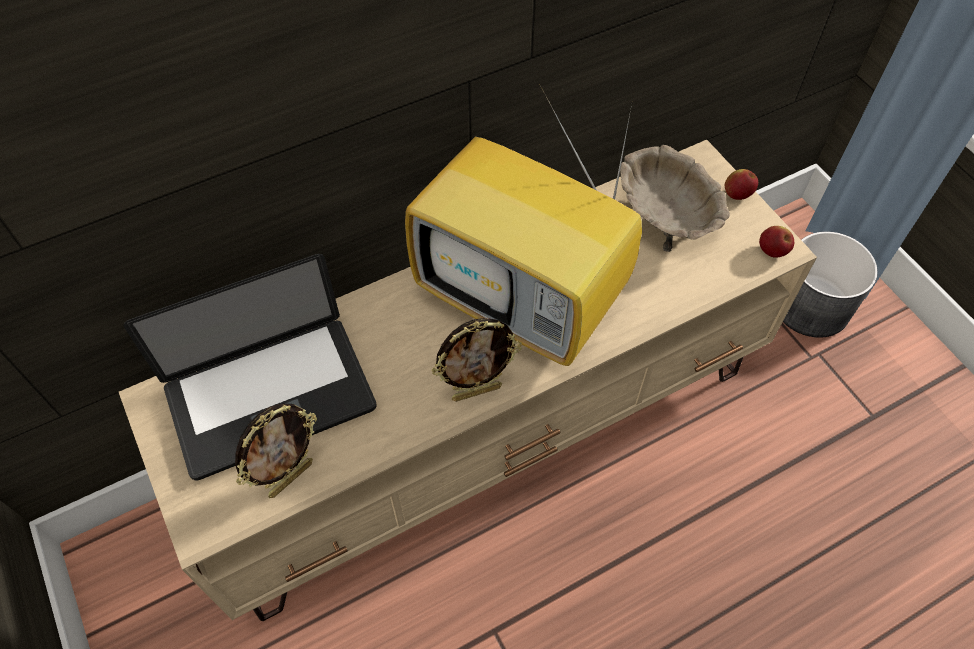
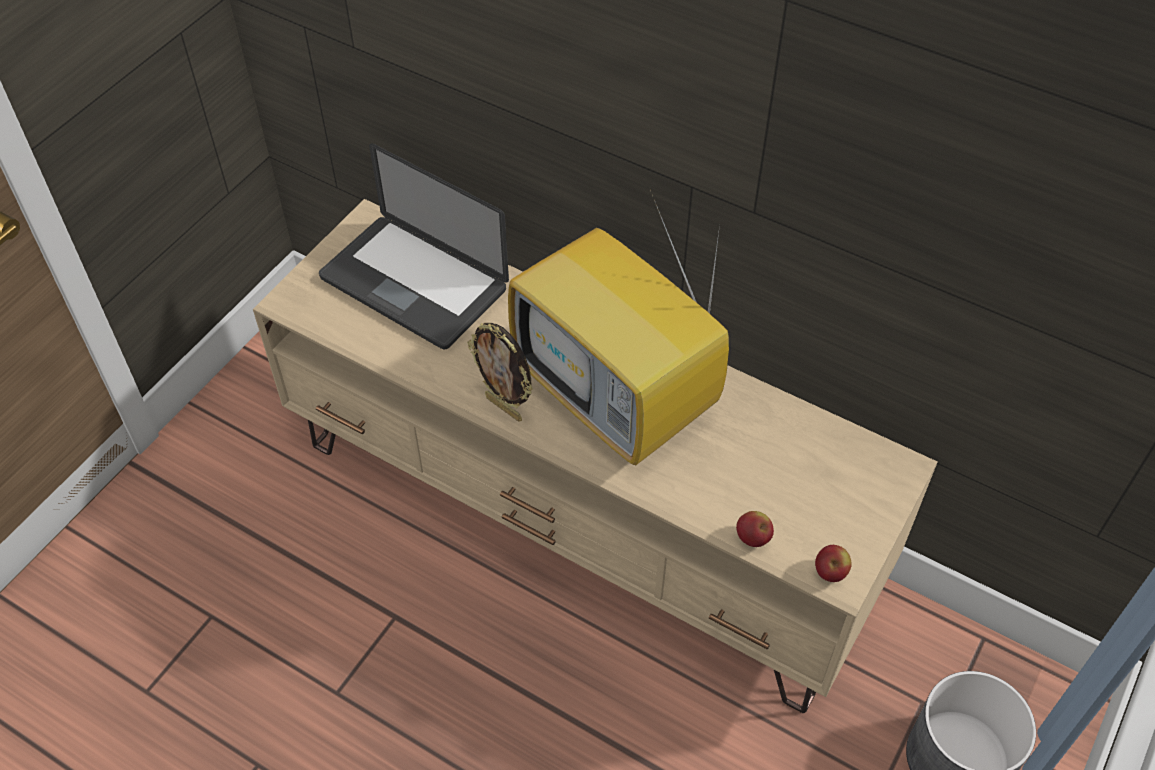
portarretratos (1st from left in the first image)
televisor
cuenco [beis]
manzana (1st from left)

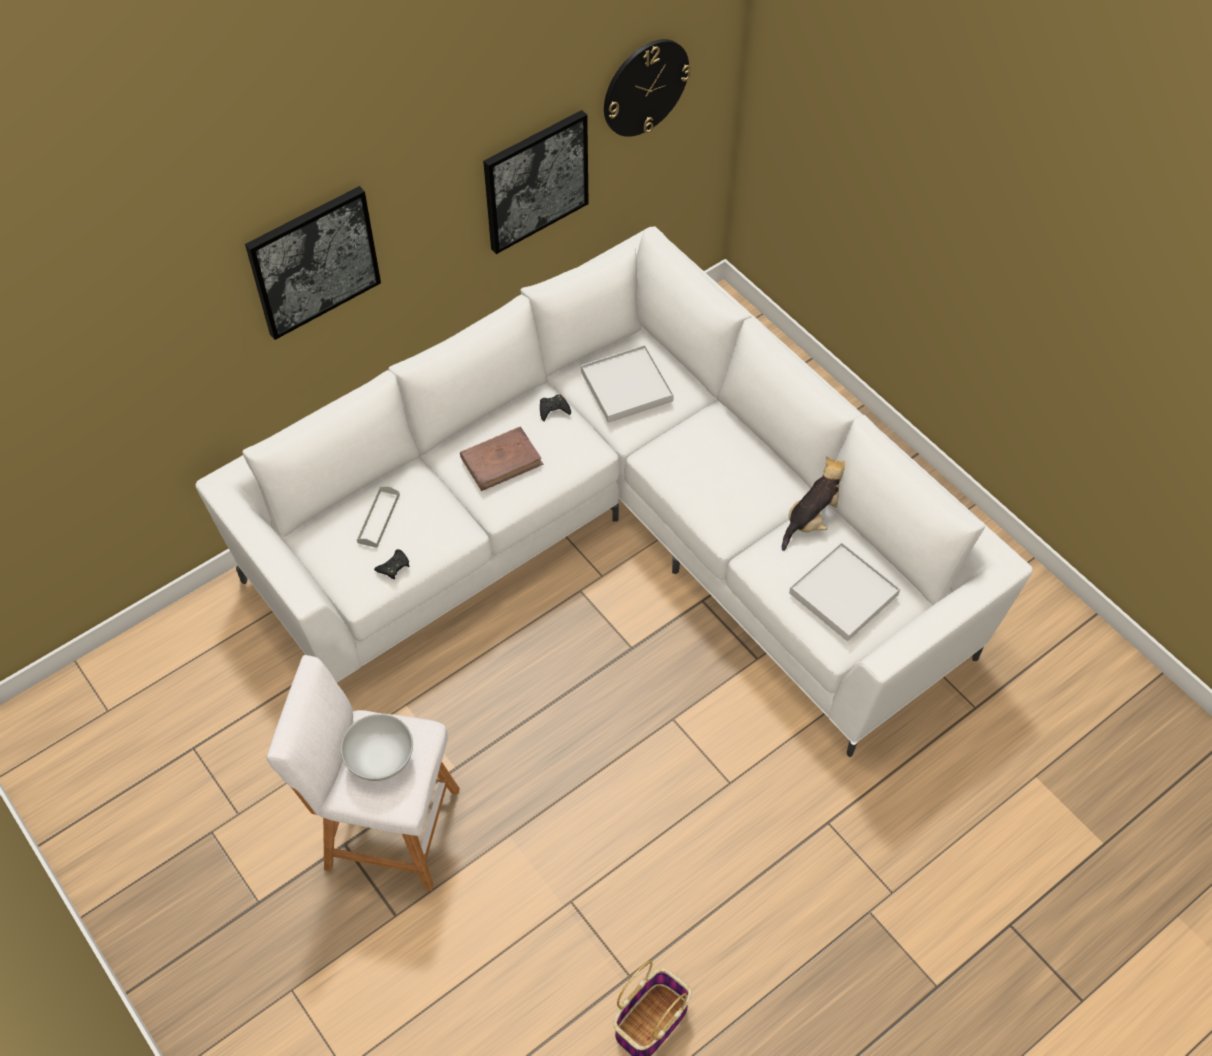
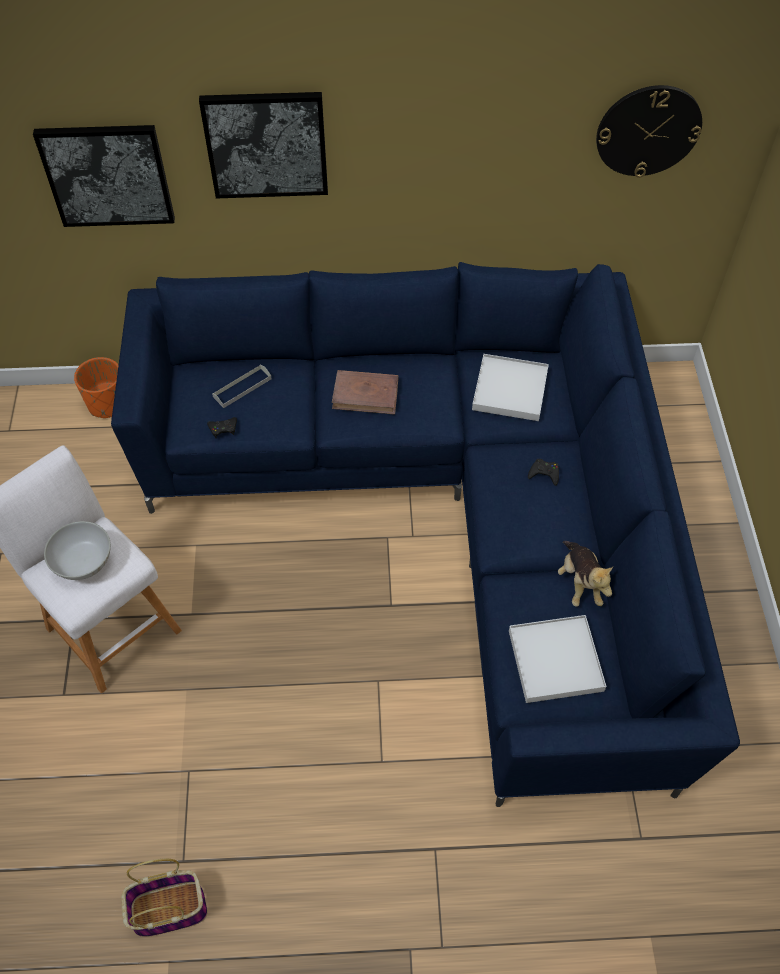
sofá [azul]
cuadro (1st from left)
mando de consola [negro] (2nd from left)
peluche
maceta [naranja]

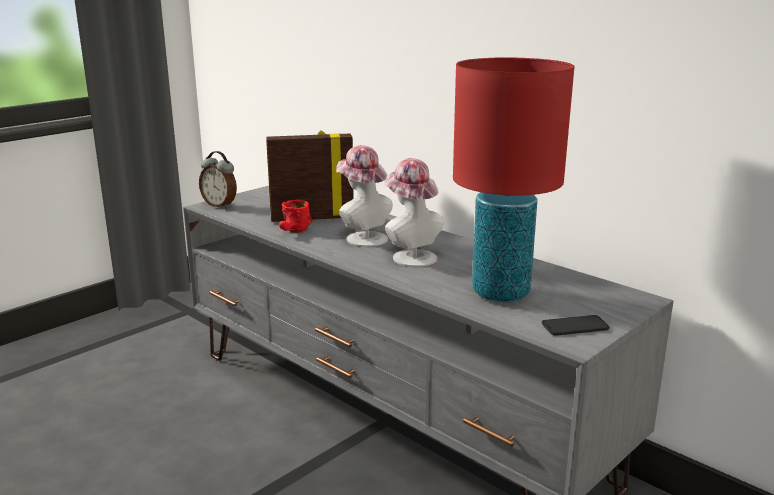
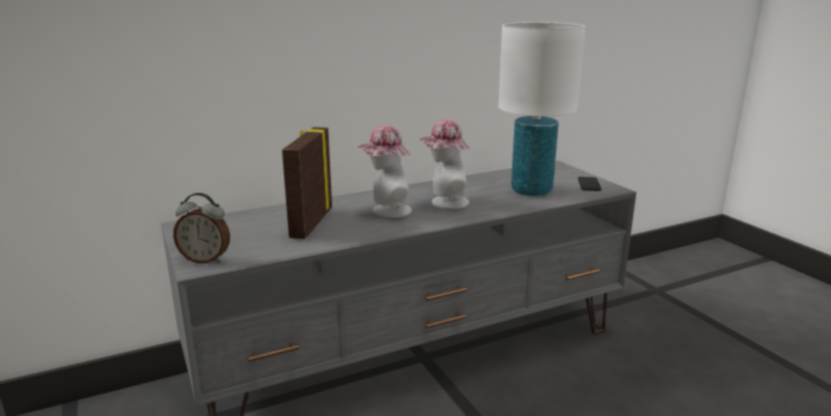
despertador
taza grande [rojo]
lámpara de mesa [blanco]

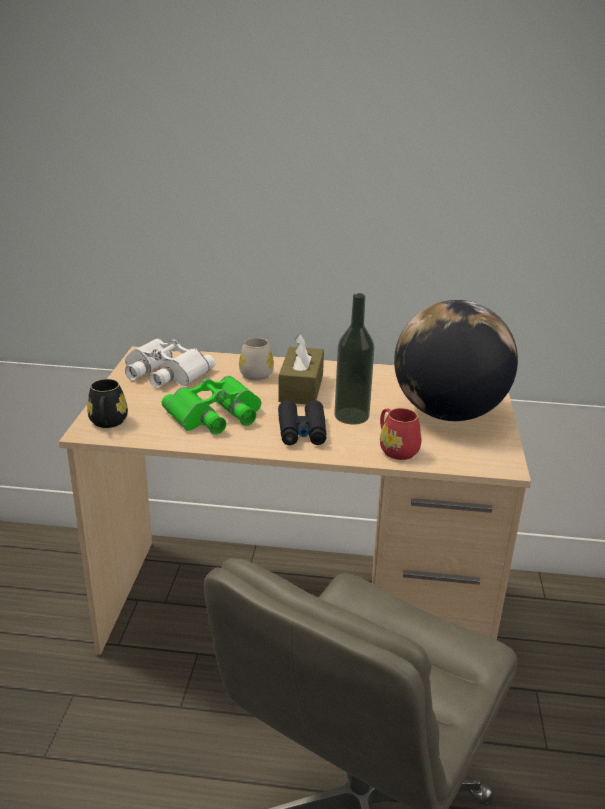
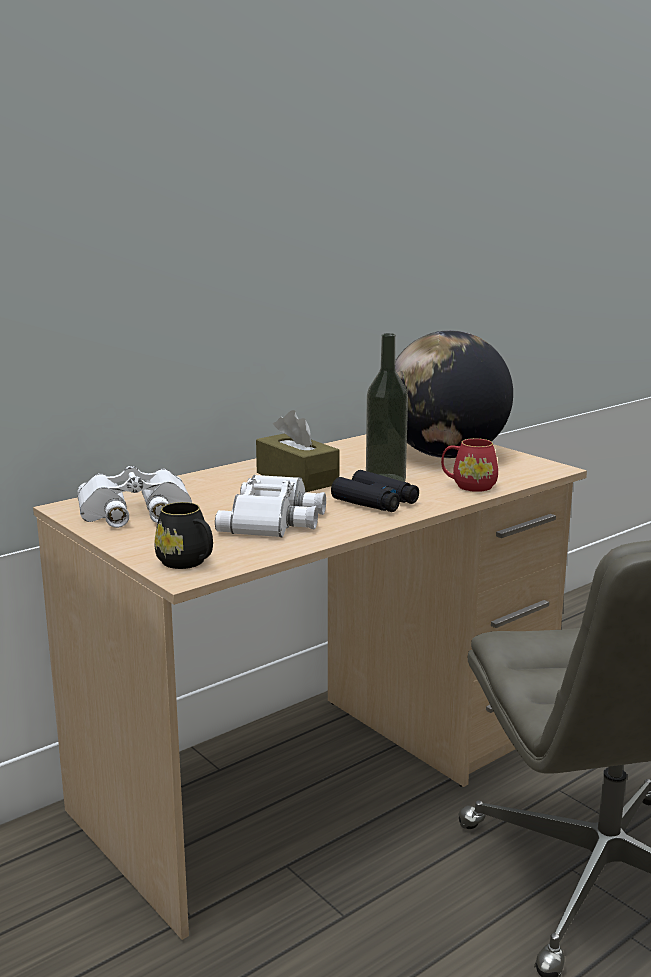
prismáticos [blanco] (2nd from left)
taza grande [blanco]

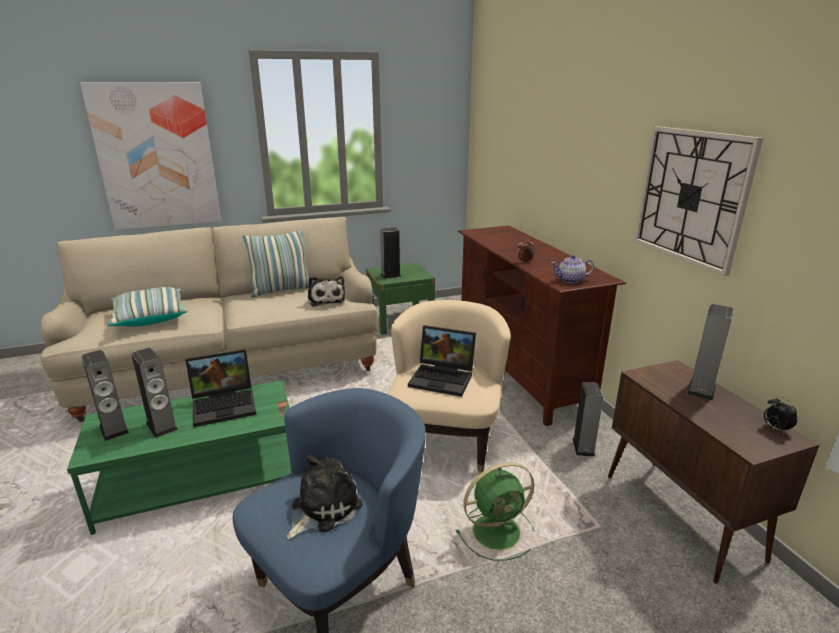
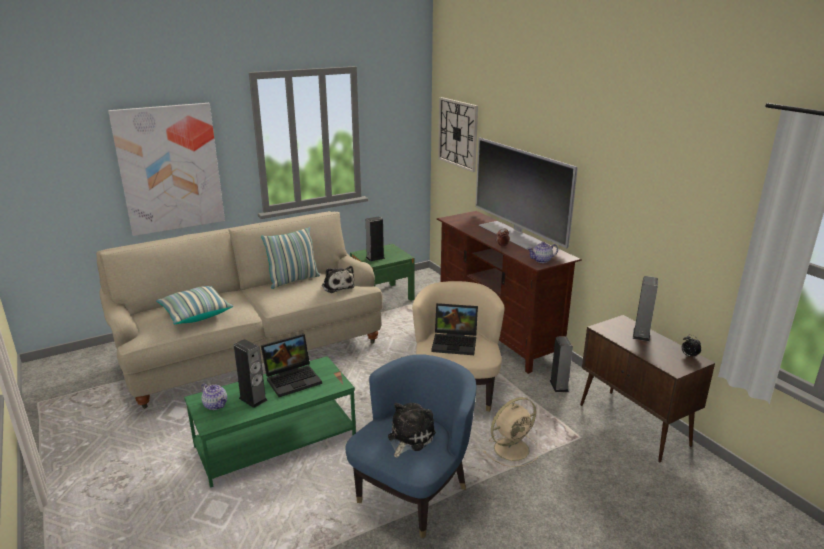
tetera (1st from left)
ventilador [beis]
reloj de pared
televisor

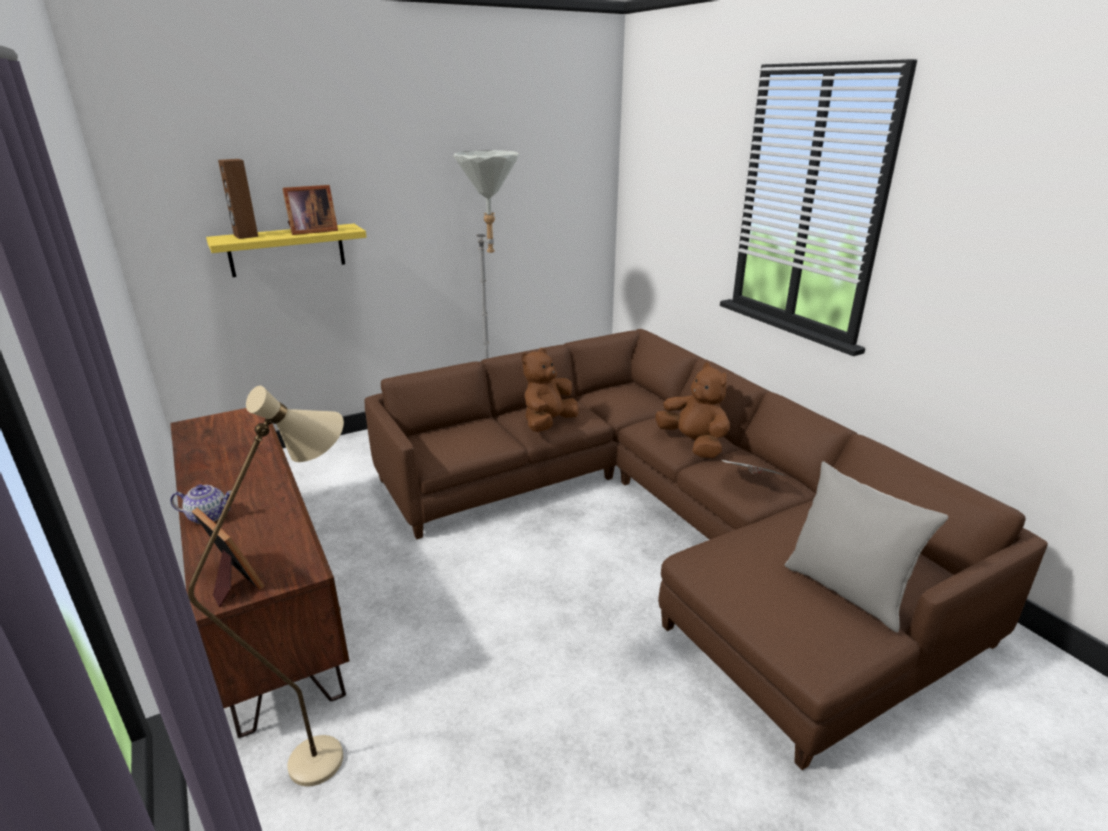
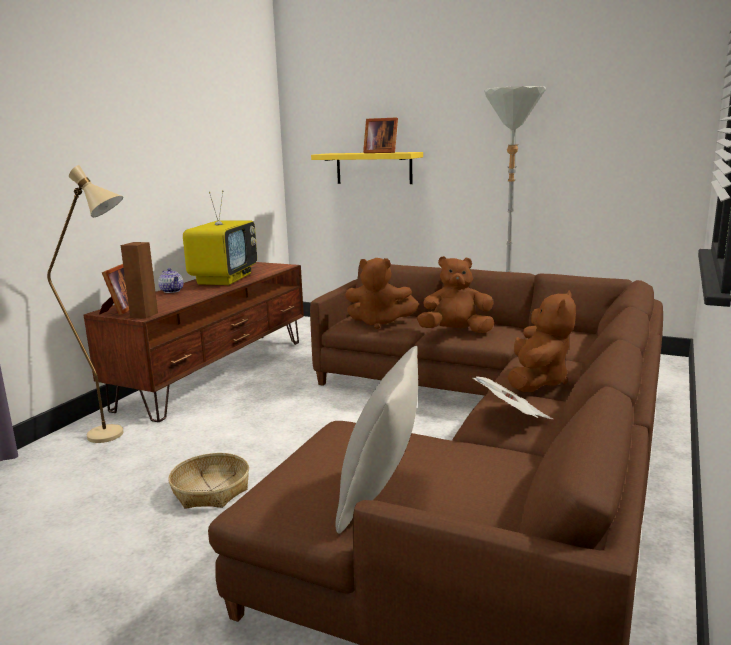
altavoz [marrón]
cesta
televisor
peluche [marrón] (1st from left)

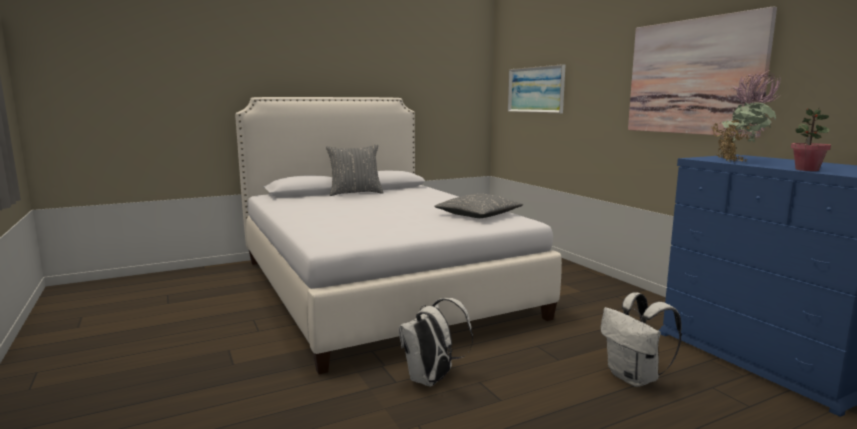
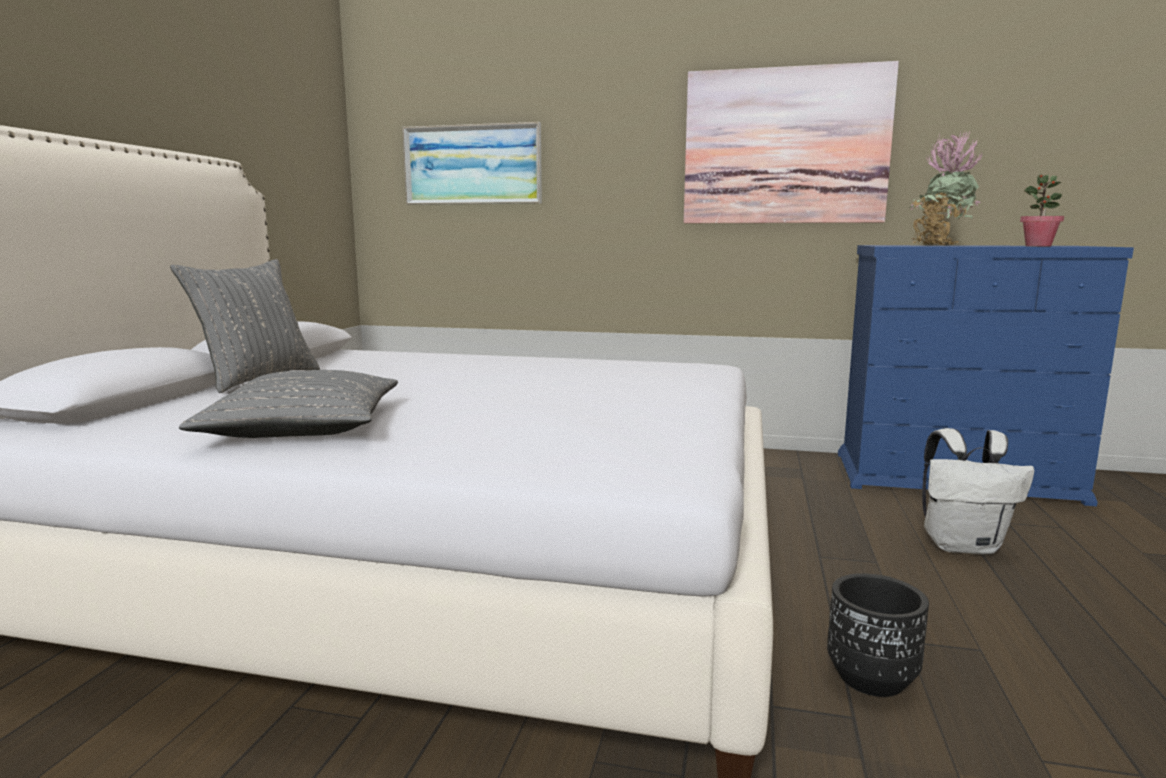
maceta [negro]
cojín [gris] (2nd from left)

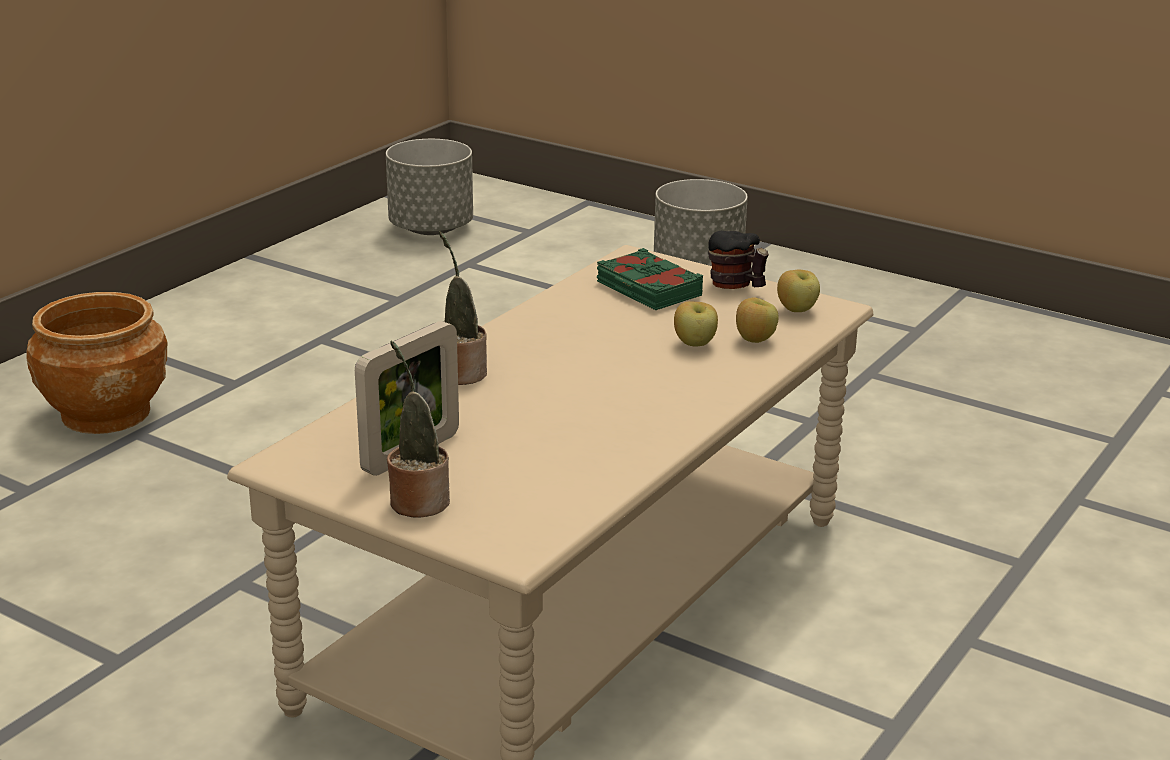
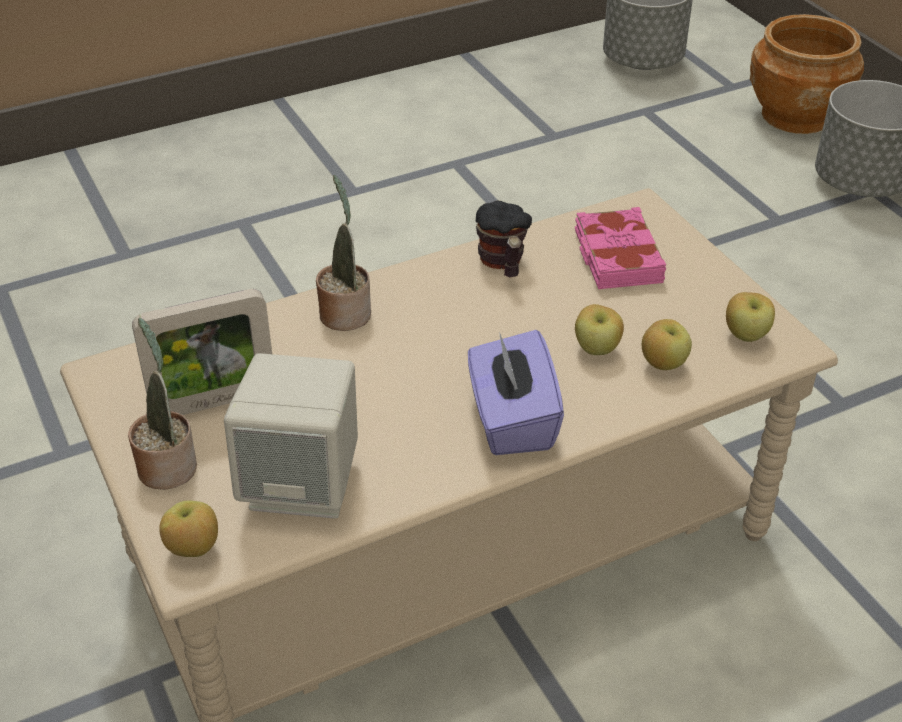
maceta [marrón]
libro [rosa]
taza grande
manzana (1st from left)
altavoz [beis]
caja de pañuelos [morado]

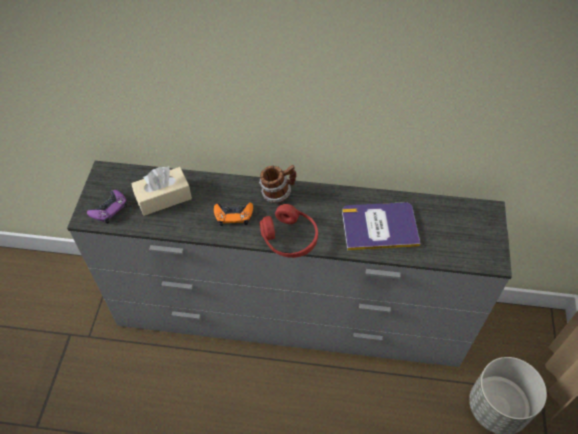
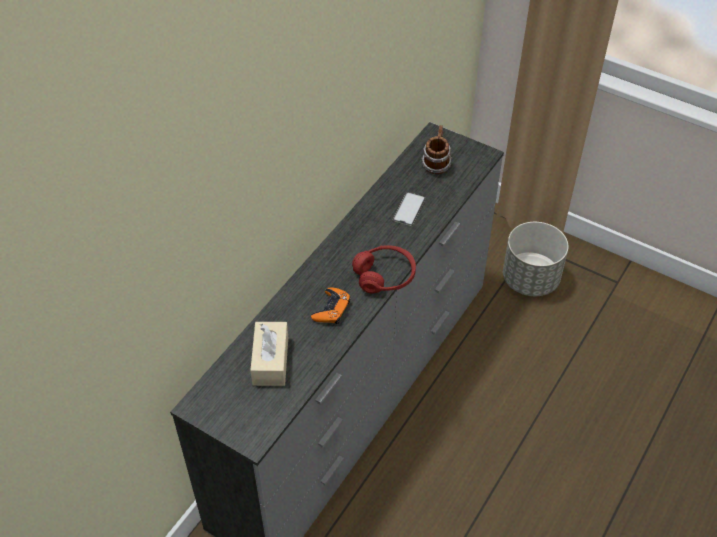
mando de consola [morado]
taza grande
móvil

